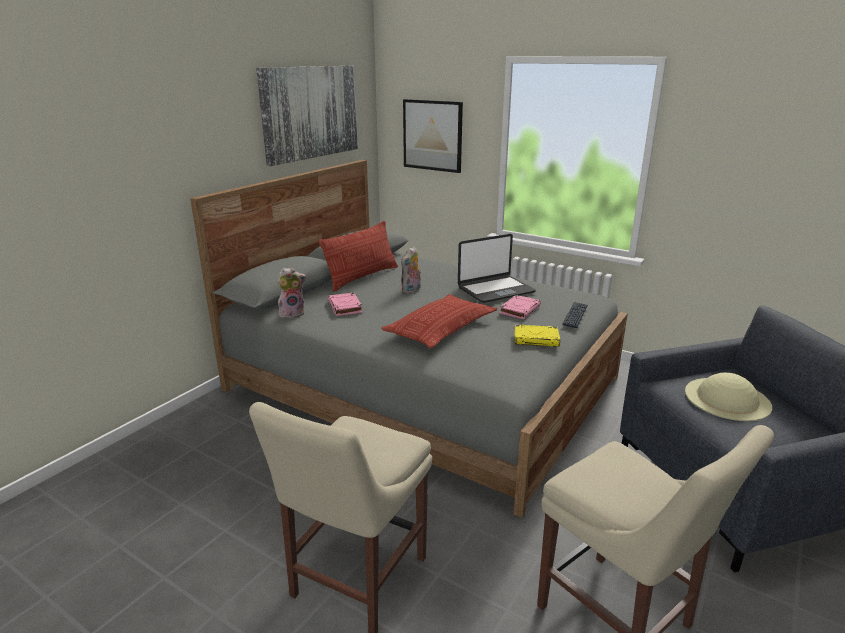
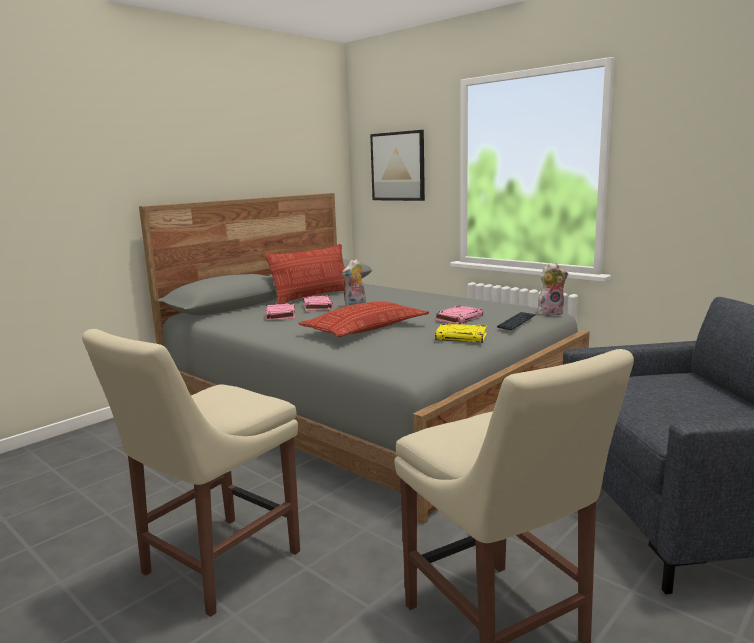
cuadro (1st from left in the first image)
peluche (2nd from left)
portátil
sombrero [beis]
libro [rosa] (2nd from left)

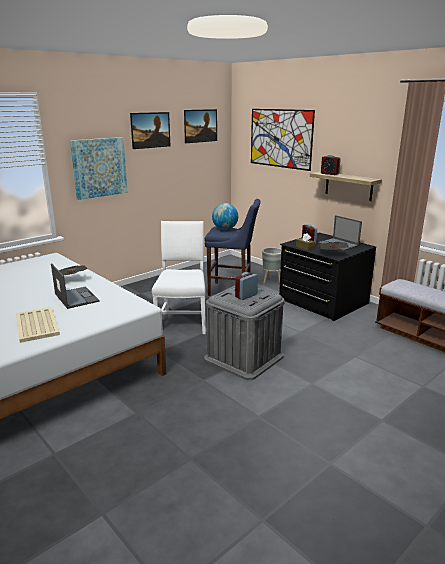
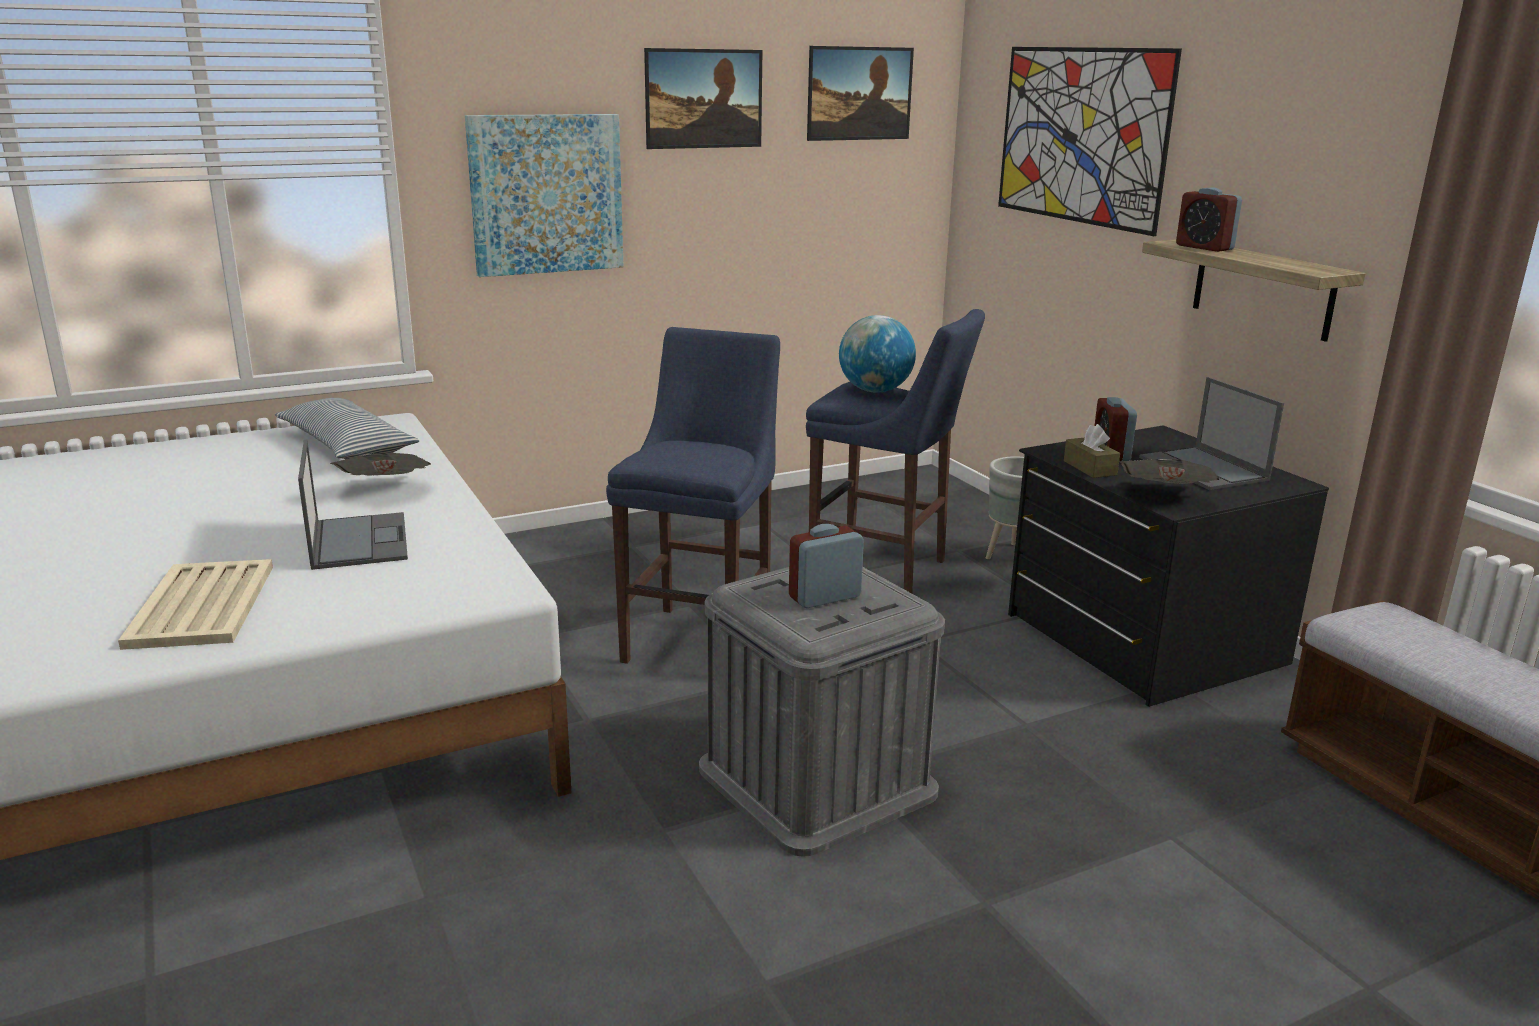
taburete [azul] (1st from left)
cojín

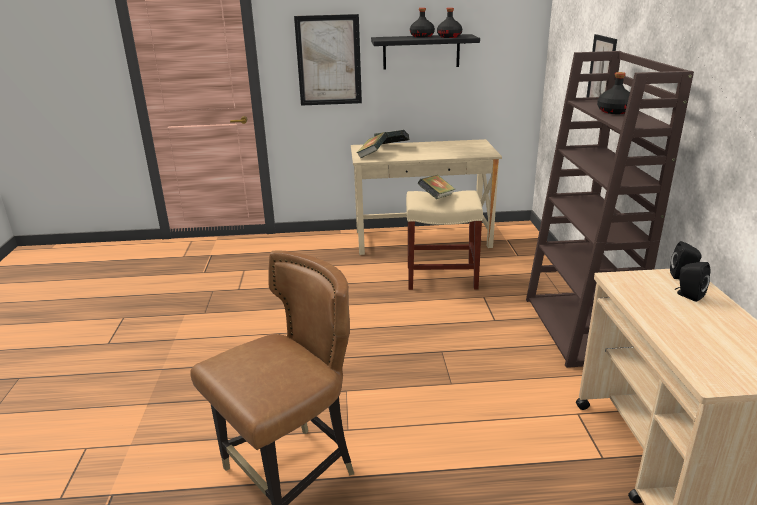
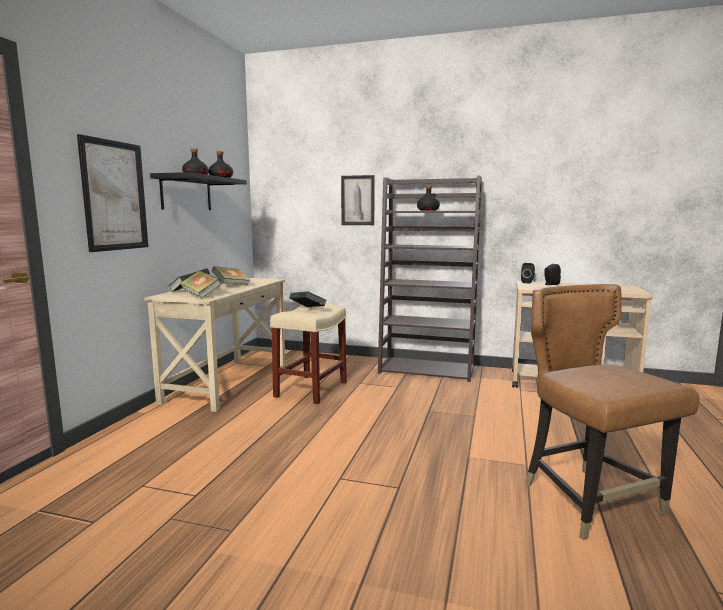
libro (3rd from left)

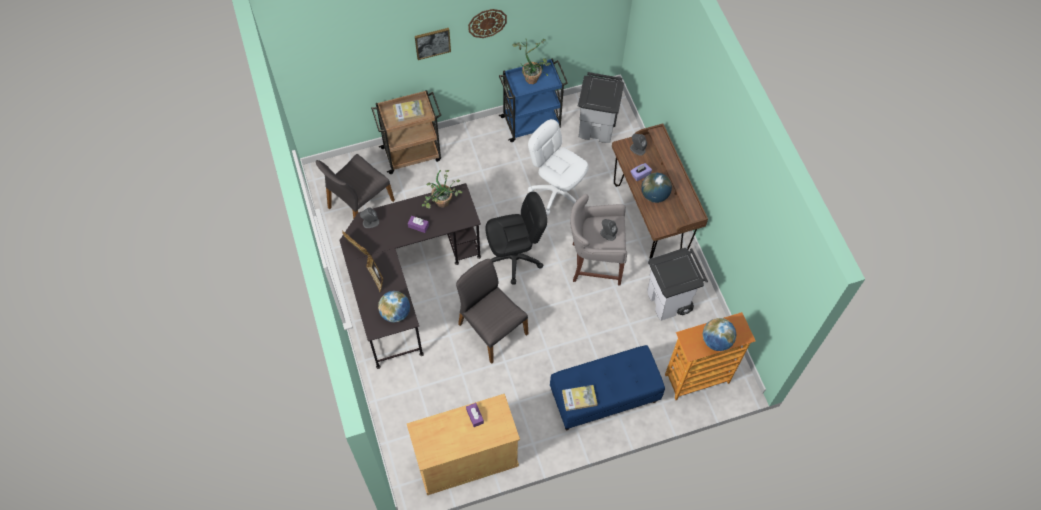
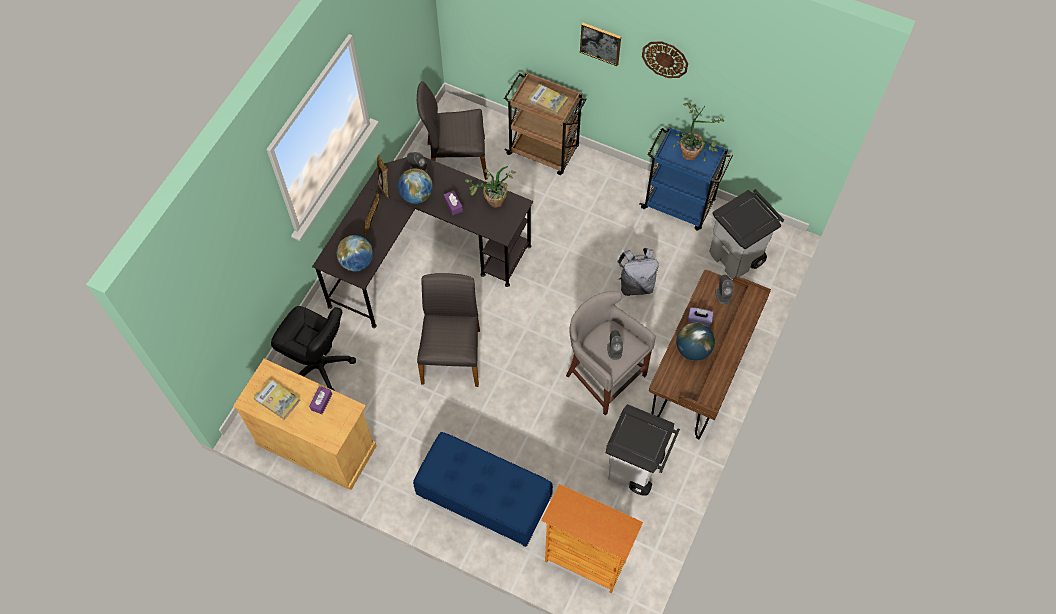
silla de oficina [negro]
mochila [gris]
libro (1st from left)
globo terráqueo (2nd from left)

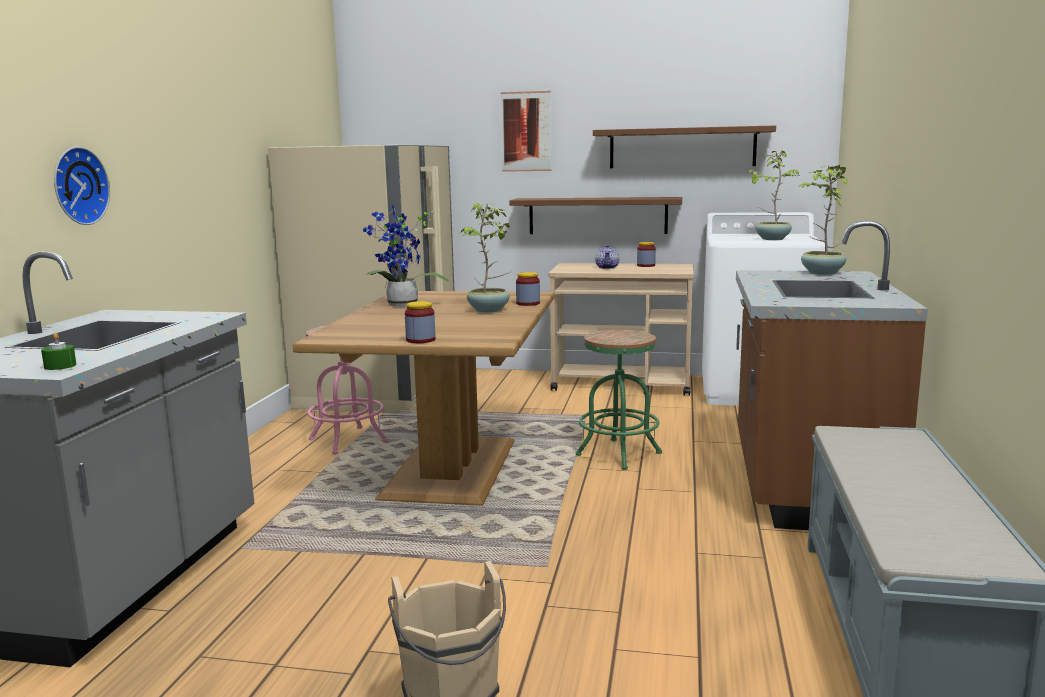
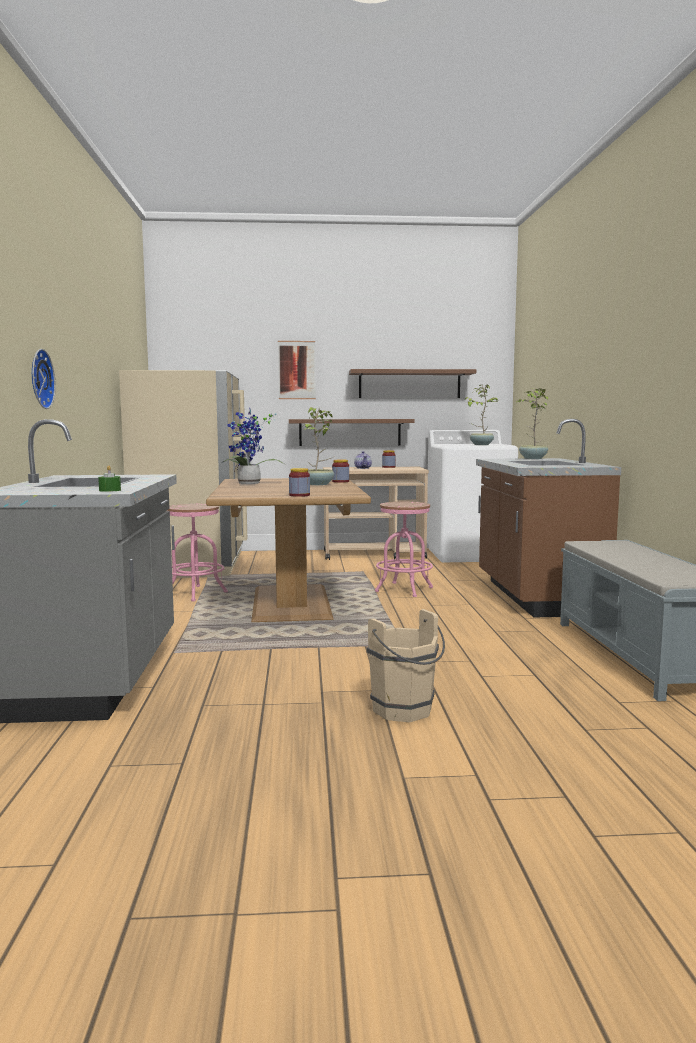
taburete [rosa] (2nd from left)

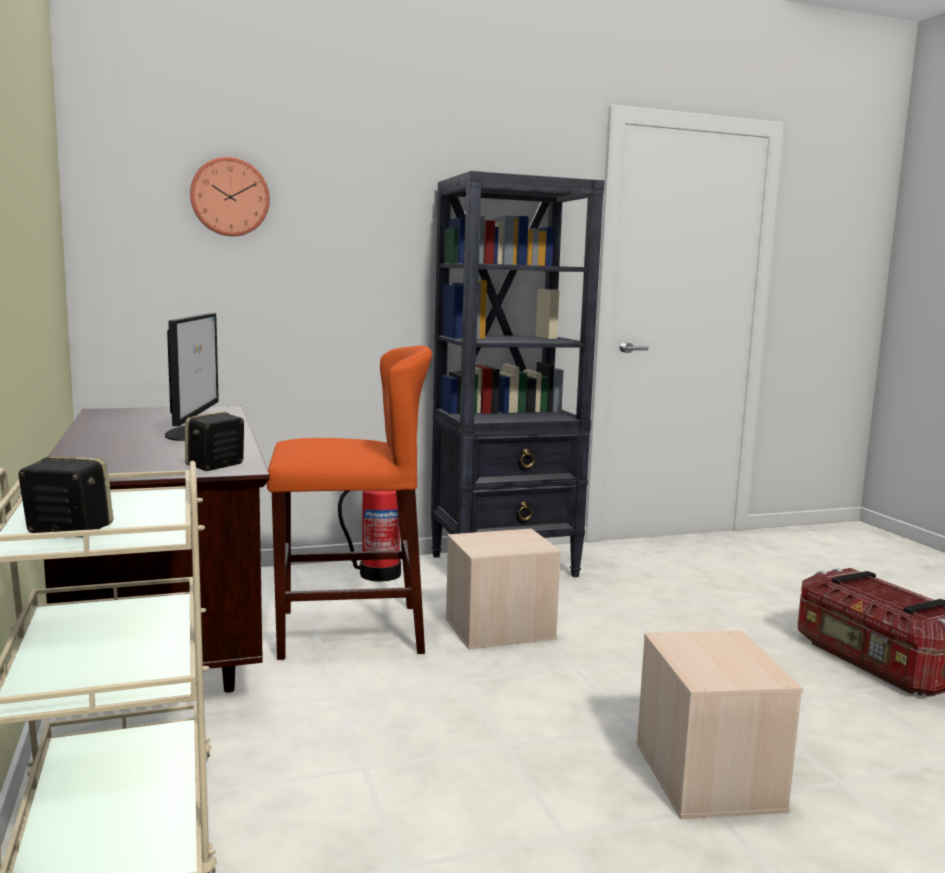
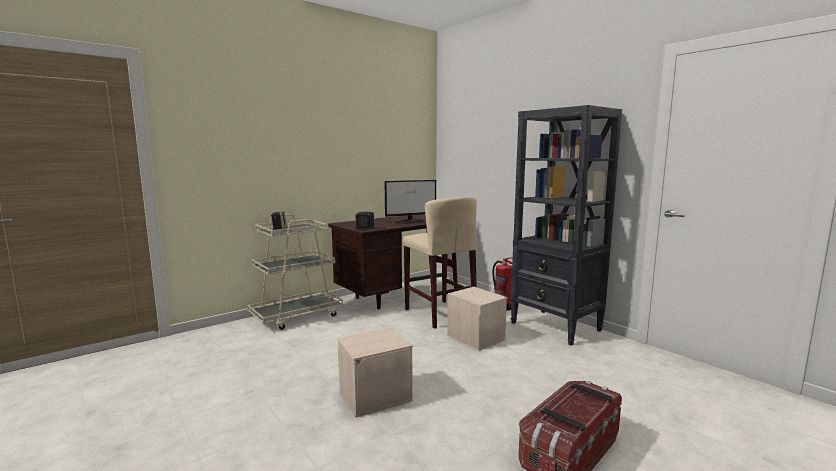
reloj de pared
taburete [beis]

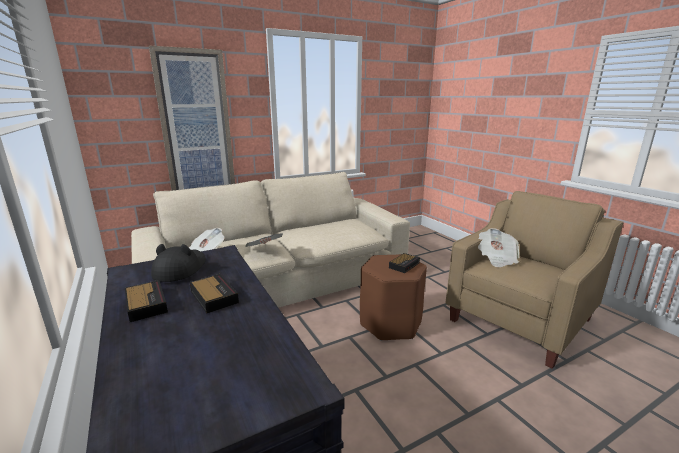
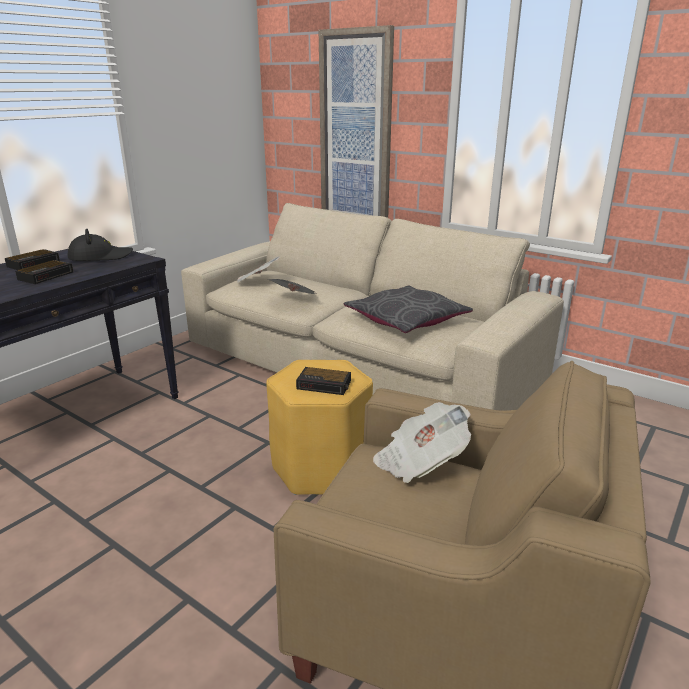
taburete [amarillo]
cojín [gris]

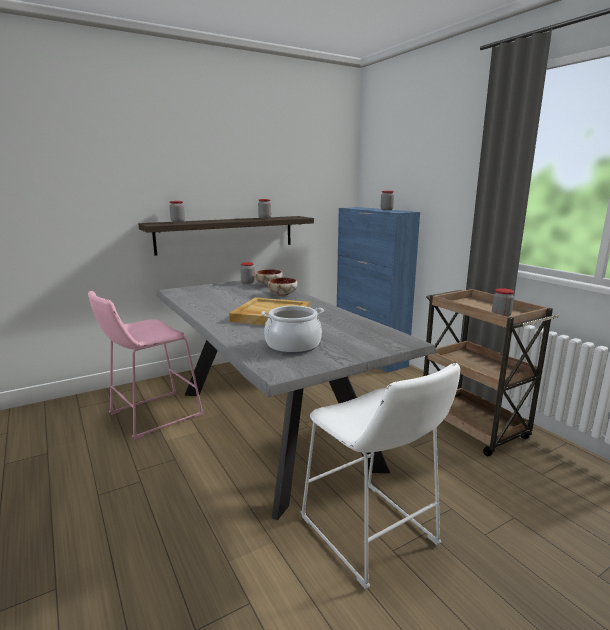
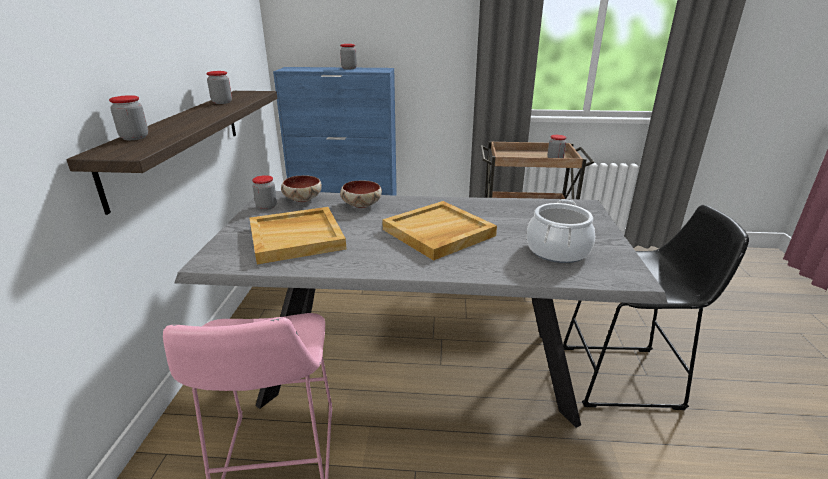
taburete [negro]
bandeja [beis] (1st from left)

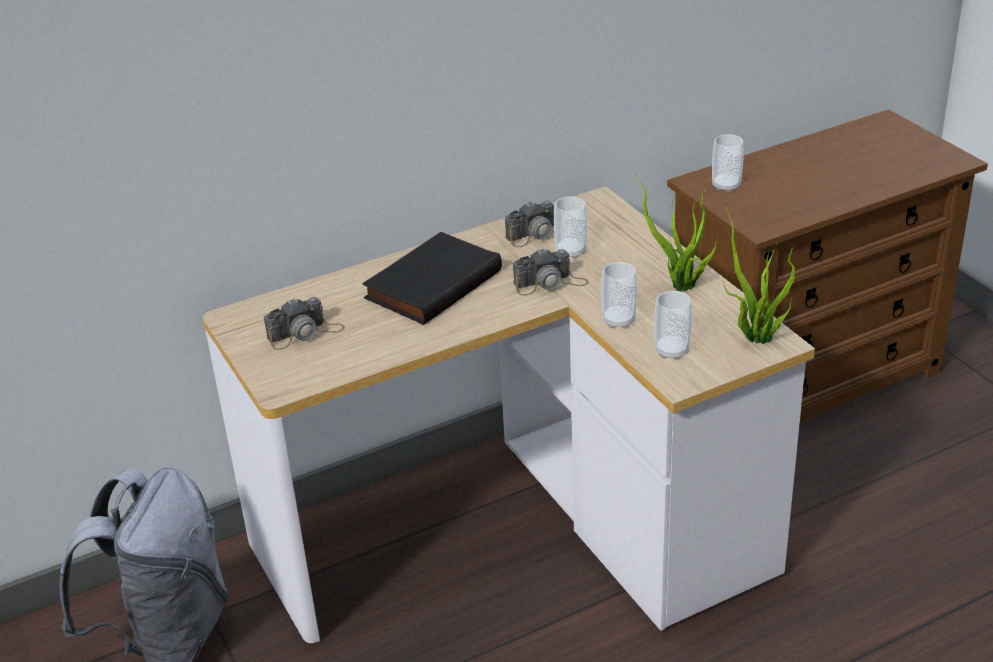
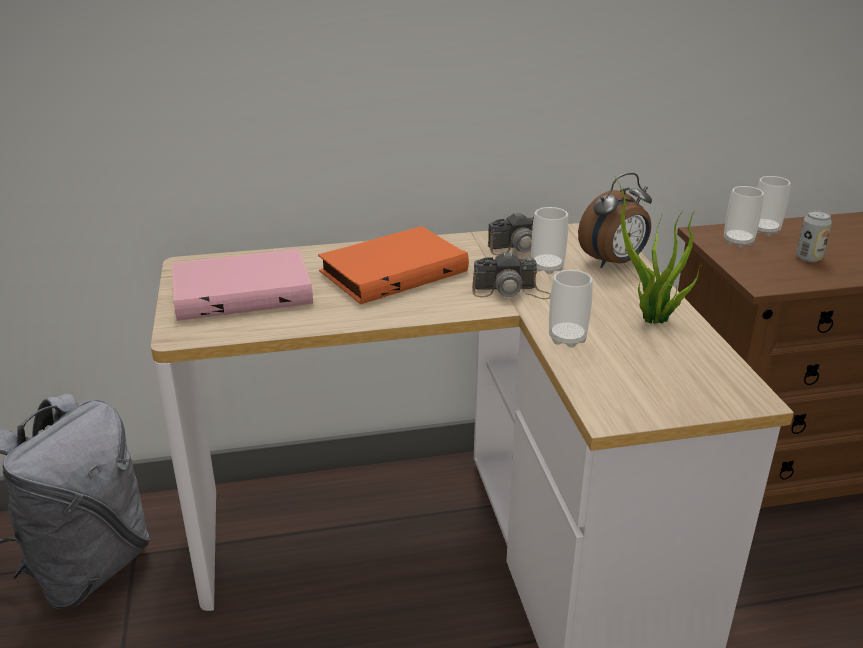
libro [rosa]
libro [naranja]
taza (4th from left)
planta en maceta (2nd from left in the first image)
despertador
lata

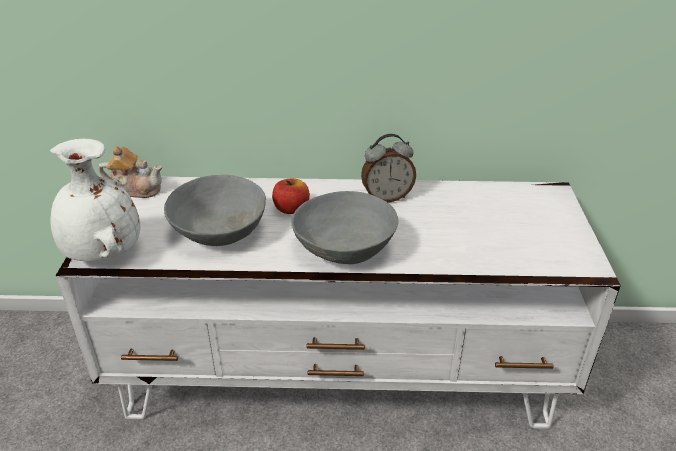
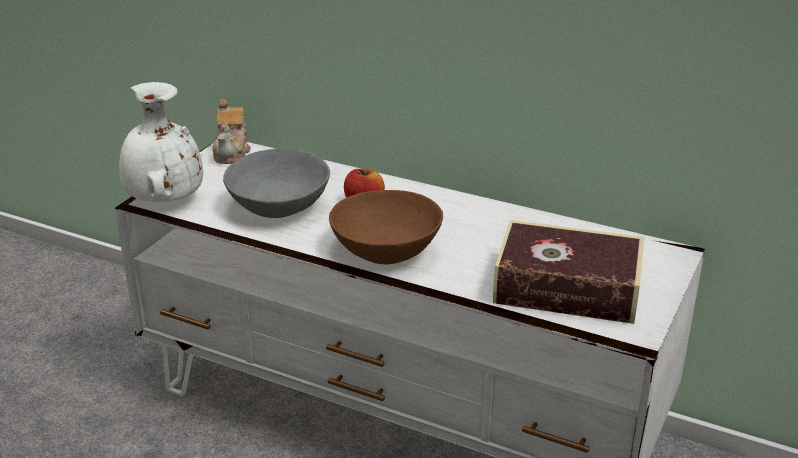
tetera
cuenco [marrón]
despertador
libro

